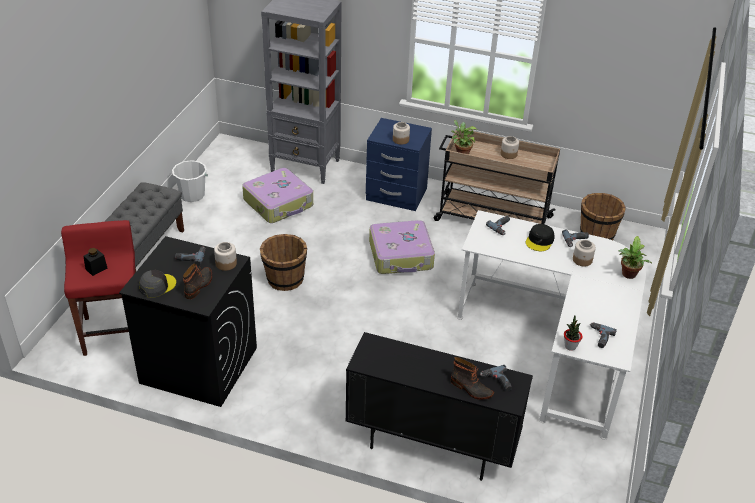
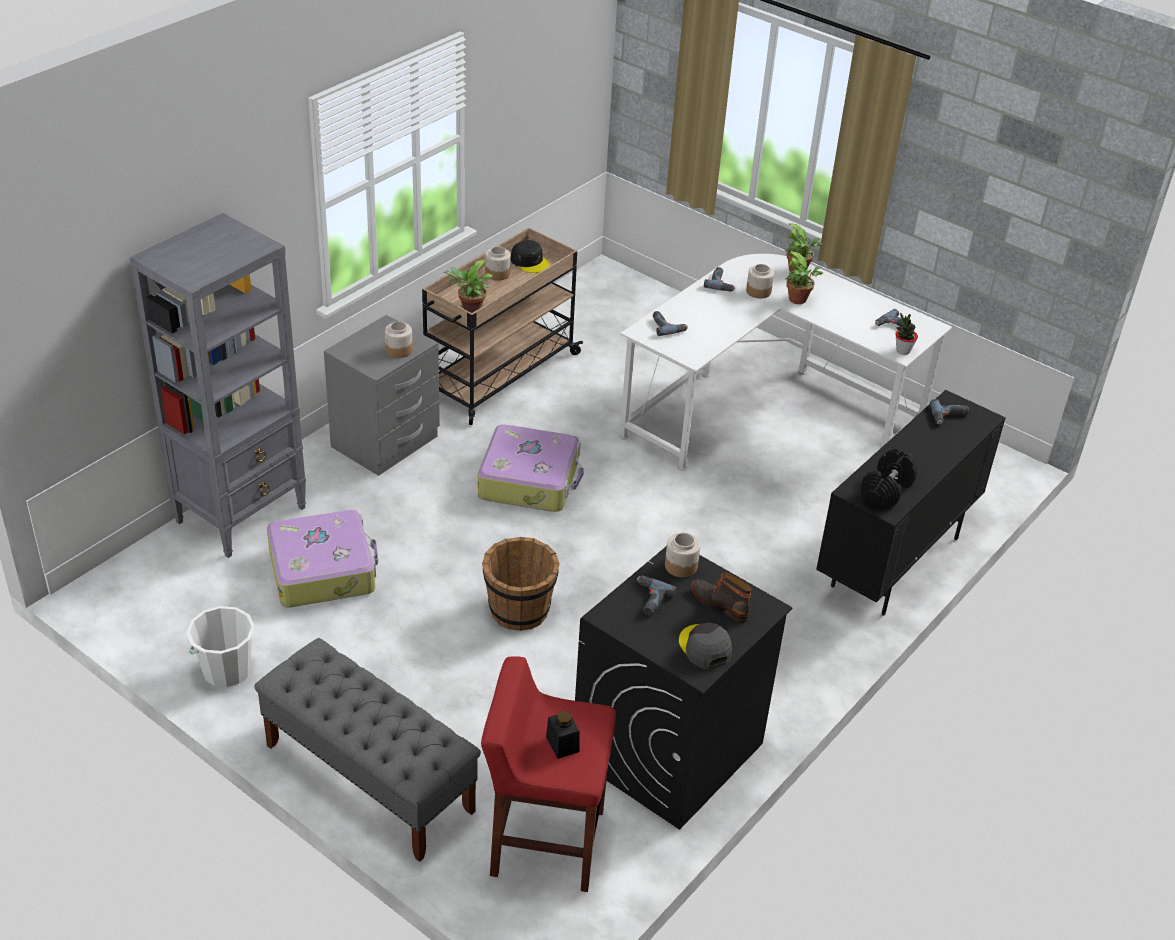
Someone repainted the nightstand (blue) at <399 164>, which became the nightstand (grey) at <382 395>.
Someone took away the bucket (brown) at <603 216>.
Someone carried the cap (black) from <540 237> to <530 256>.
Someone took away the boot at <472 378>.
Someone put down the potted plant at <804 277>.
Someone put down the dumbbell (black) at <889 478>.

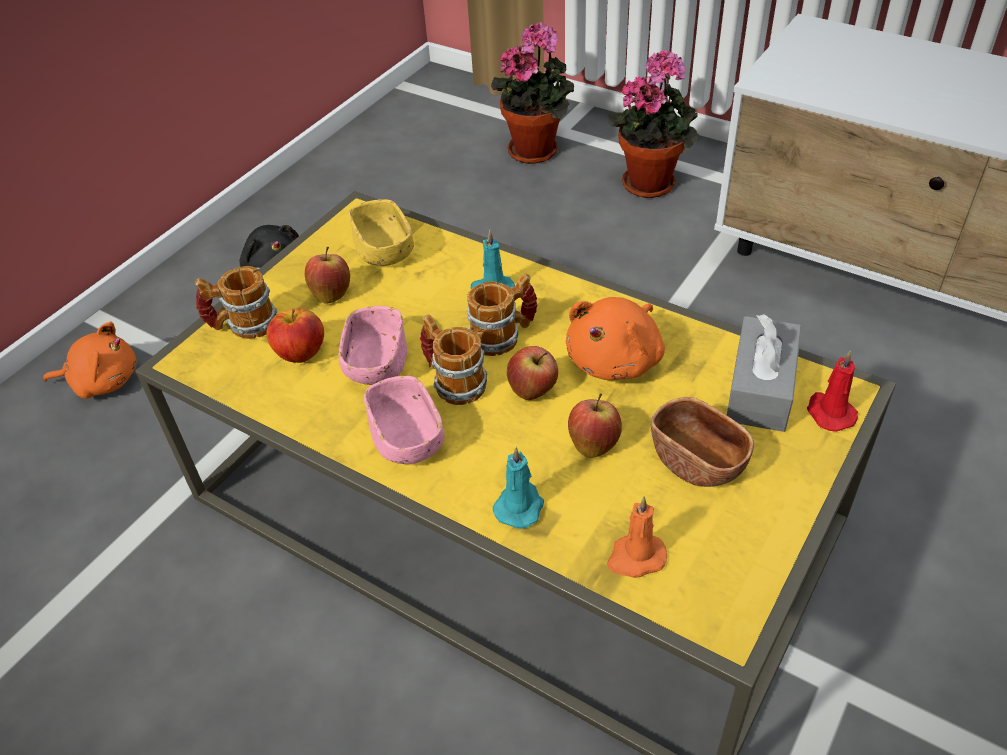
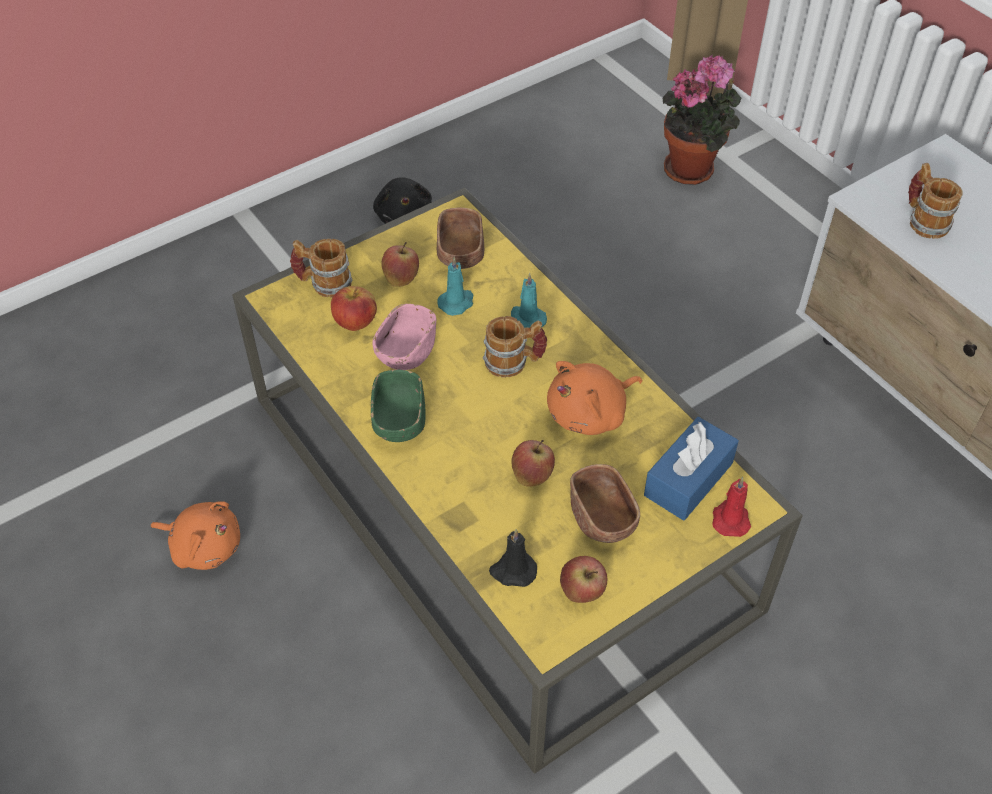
Someone took away the potted plant at <653 123>.
Someone repainted the bowl (yellow) at <381 232>, which became the bowl (brown) at <460 238>.
Someone repainted the tissue box (grey) at <764 373>, which became the tissue box (blue) at <691 469>.
Someone carried the mug from <453 360> to <935 201>.
Someone carried the plush toy (orange) from <90 360> to <195 535>.
Someone carried the apple from <532 373> to <583 579>.
Someone repainted the bowl (pink) at <404 420>, which became the bowl (green) at <398 406>.
Someone carried the candle (turquoise) from <518 488> to <455 286>.
Someone repainted the candle (orange) at <637 537>, which became the candle (black) at <513 558>.

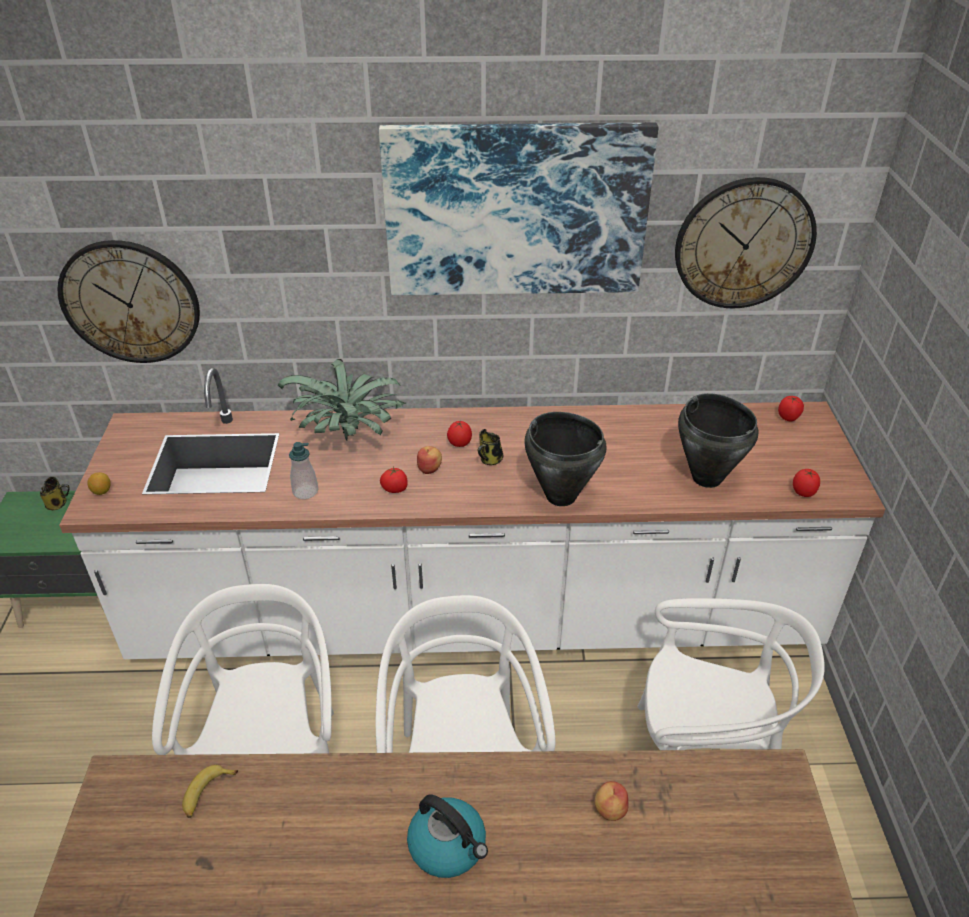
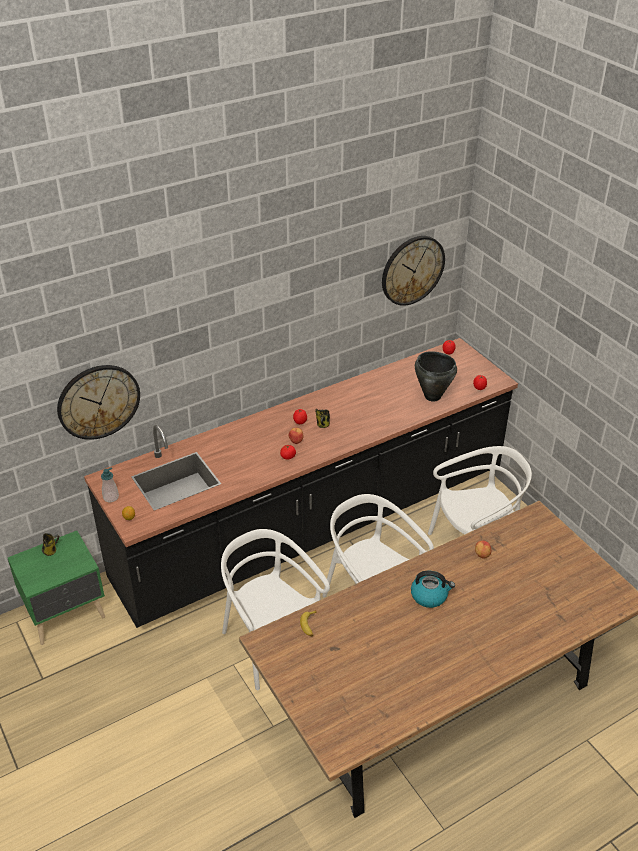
Someone took away the picture at <518 209>.
Someone took away the potted plant at <342 399>.
Someone repainted the counter (white) at <472 513>, which became the counter (black) at <301 483>.
Someone took away the cooking pot (black) at <565 459>.
Someone carried the soap dispenser from <303 470> to <110 484>.

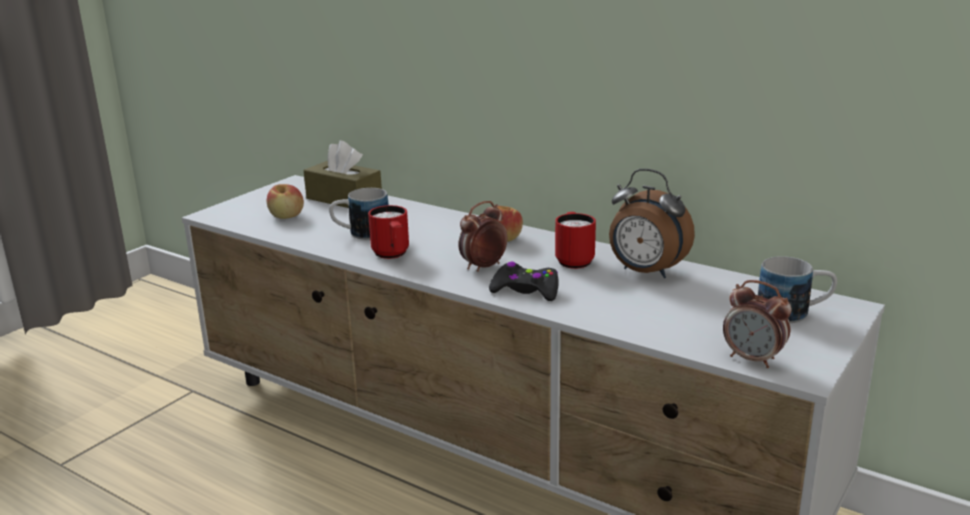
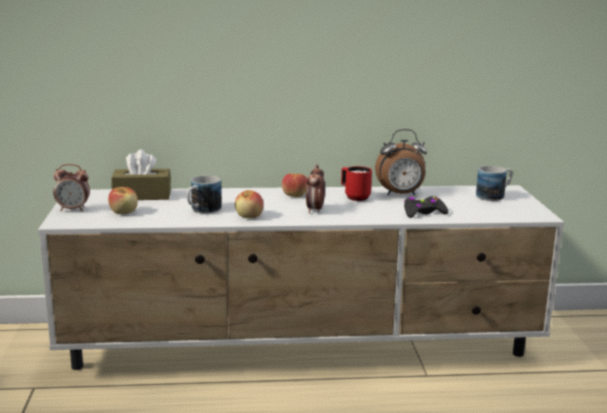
Someone swapped the mug (red) at <388 232> for the apple at <249 204>.
Someone carried the game controller (black) from <524 281> to <426 207>.
Someone carried the alarm clock from <757 324> to <71 187>.

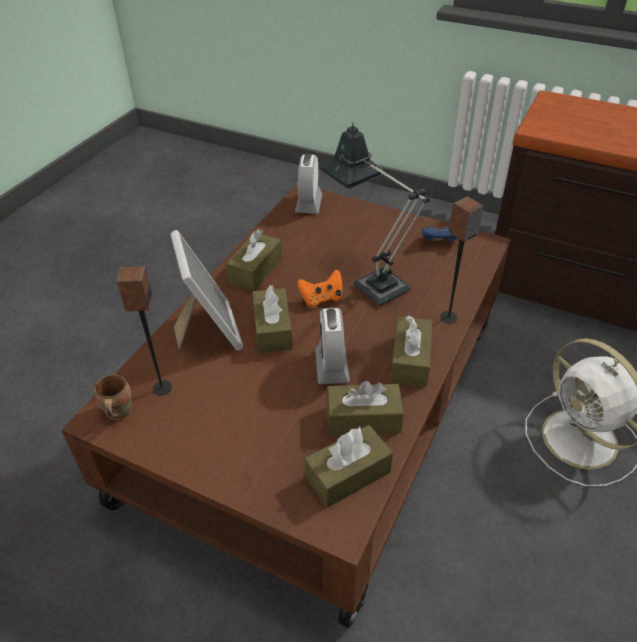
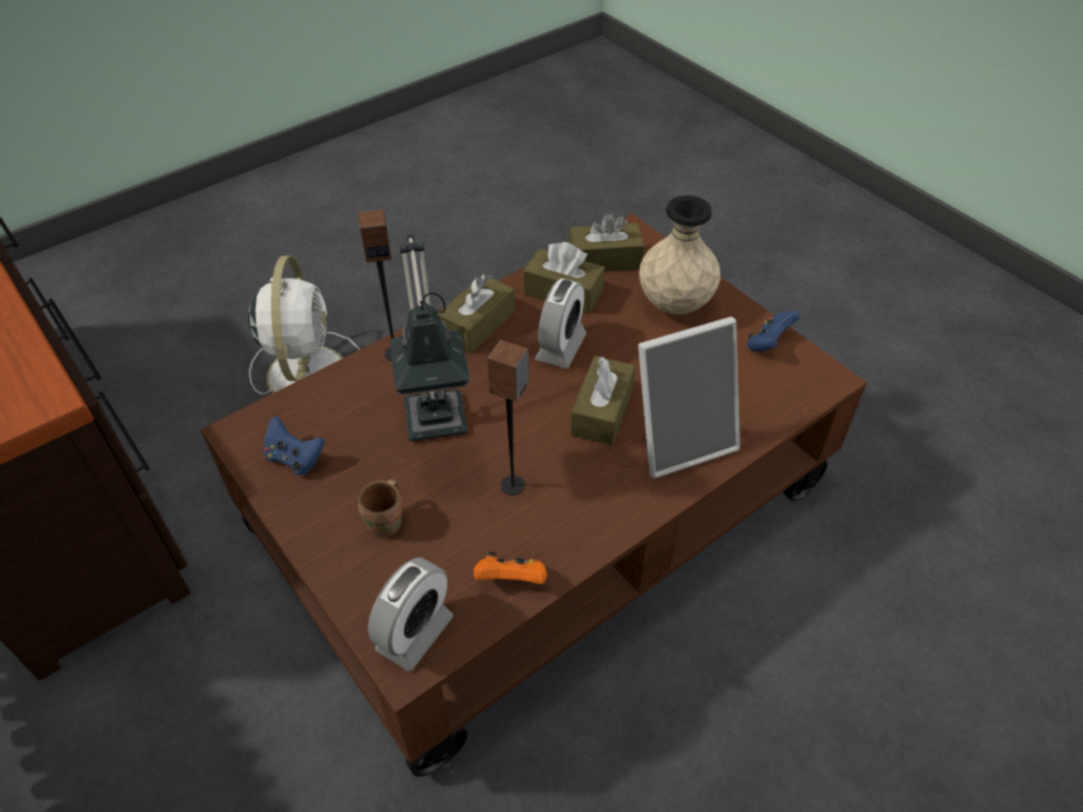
Someone took away the tissue box (brown) at <254 260>.
Someone rotated the picture frame at <206 290> by 120 degrees counterclockwise.
Someone carried the speaker from <144 331> to <508 417>.
Someone carried the game controller (orange) from <320 288> to <510 568>.
Someone carried the mug (brown) from <113 397> to <380 508>.
Someone put down the vase (beige) at <679 255>.
Someone put down the game controller (blue) at <773 331>.

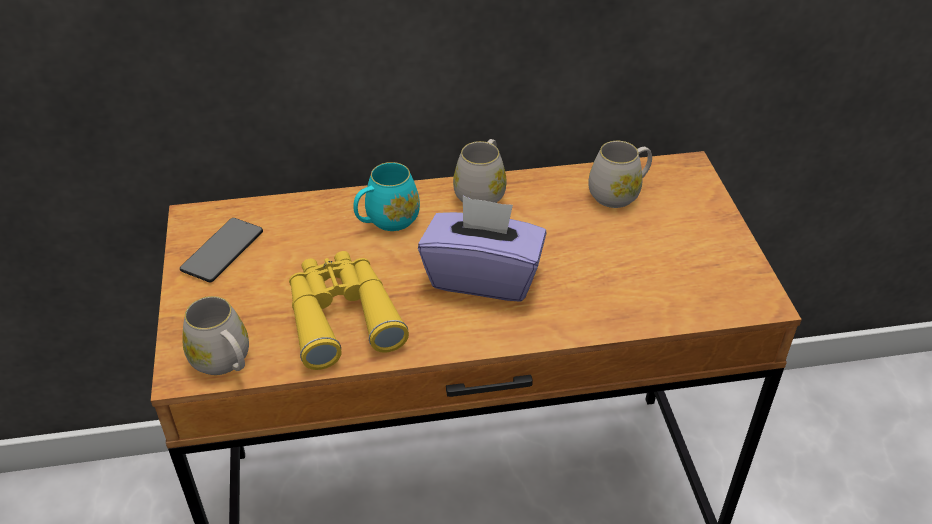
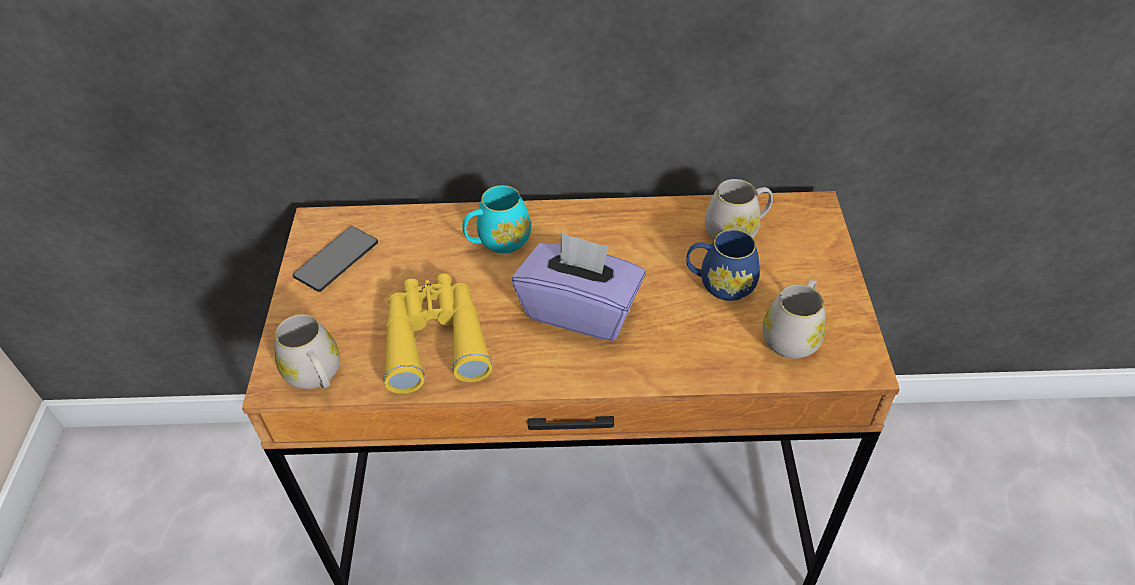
Someone carried the mug (white) from <479 171> to <794 319>.
Someone put down the mug (blue) at <723 265>.

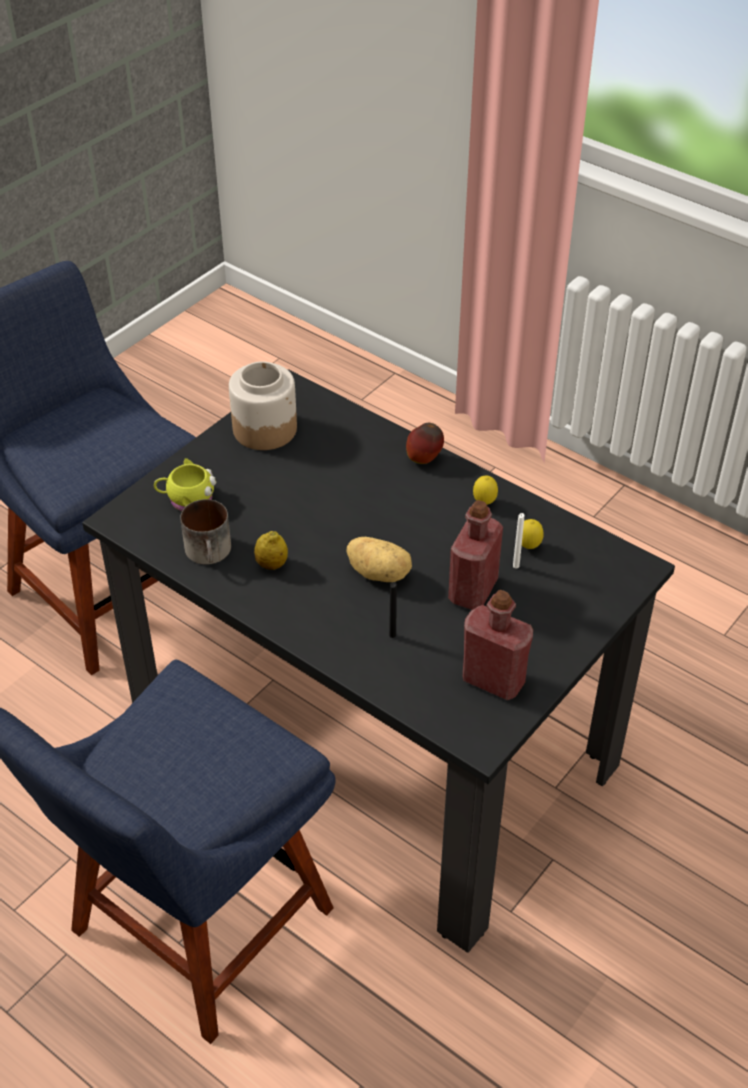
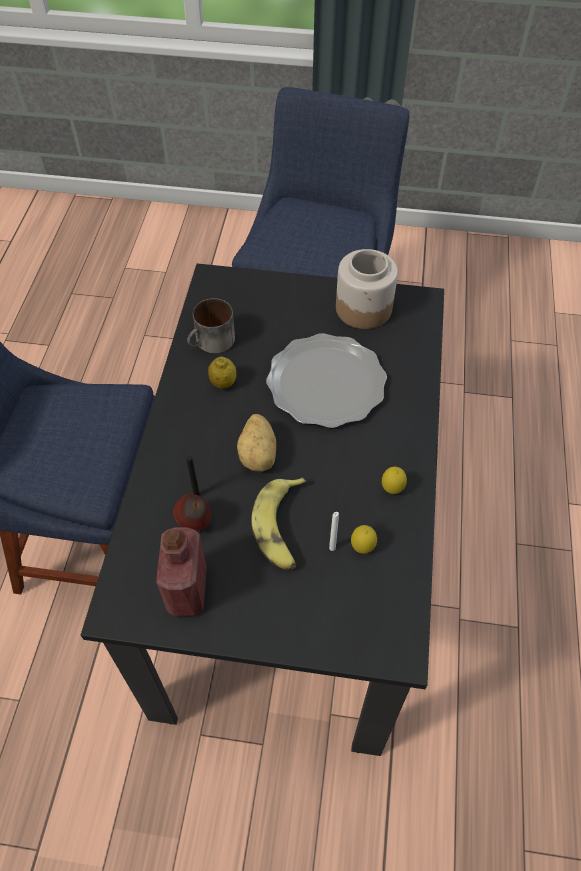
Someone carried the apple from <425 443> to <192 512>.
Someone took away the mug (yellow) at <185 484>.
Someone swapped the bottle (red) at <475 555> for the banana at <279 524>.
Someone put down the plate at <326 380>.

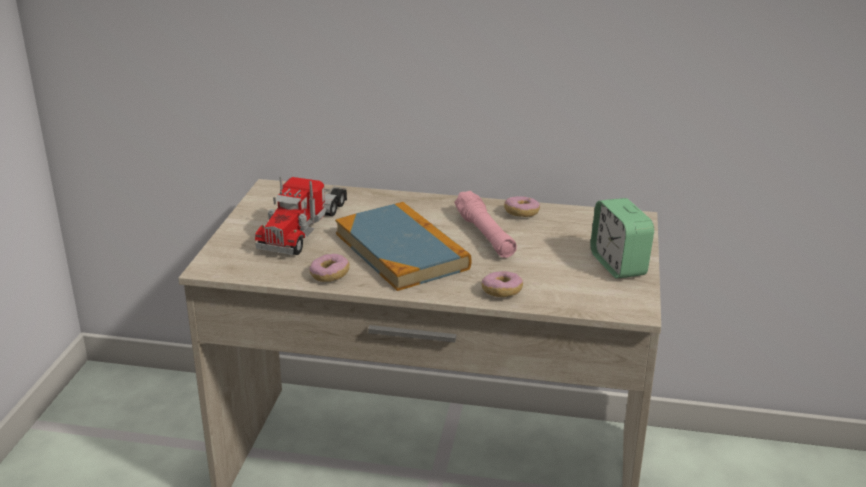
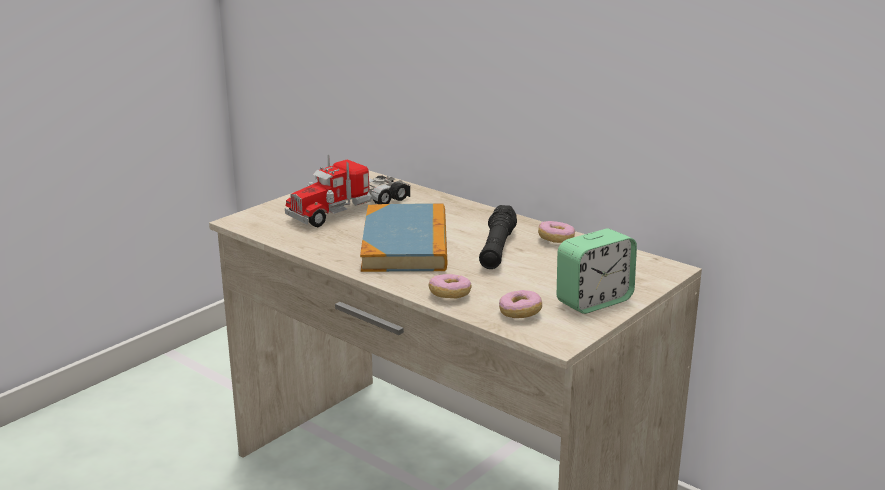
Someone repainted the flashlight (pink) at <486 224>, which became the flashlight (black) at <498 237>.
Someone rotated the alarm clock at <622 238> by 135 degrees counterclockwise.
Someone carried the donut from <329 268> to <520 304>.

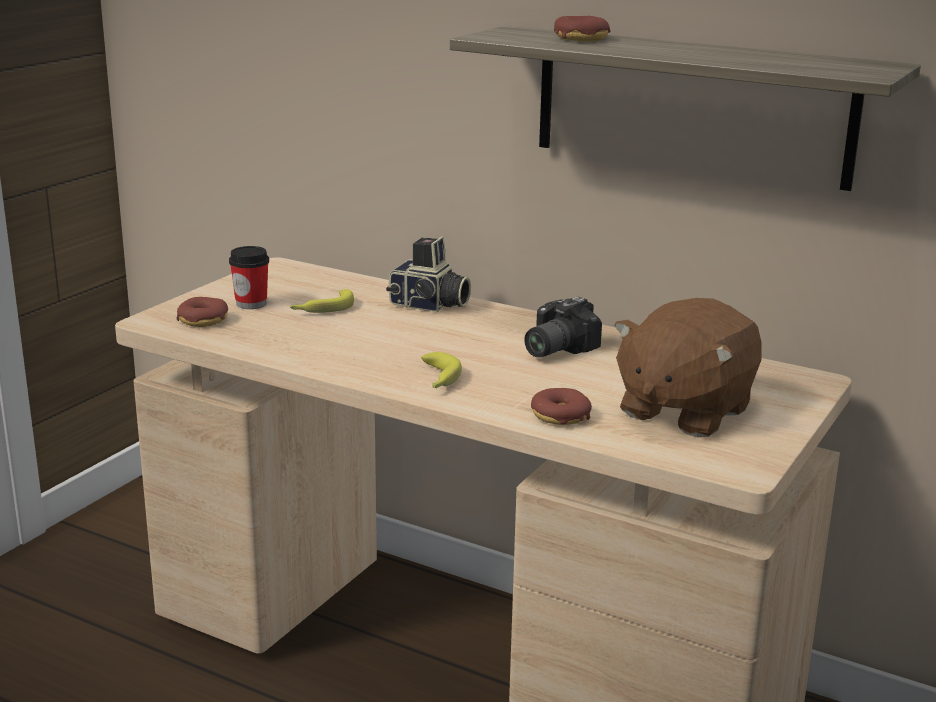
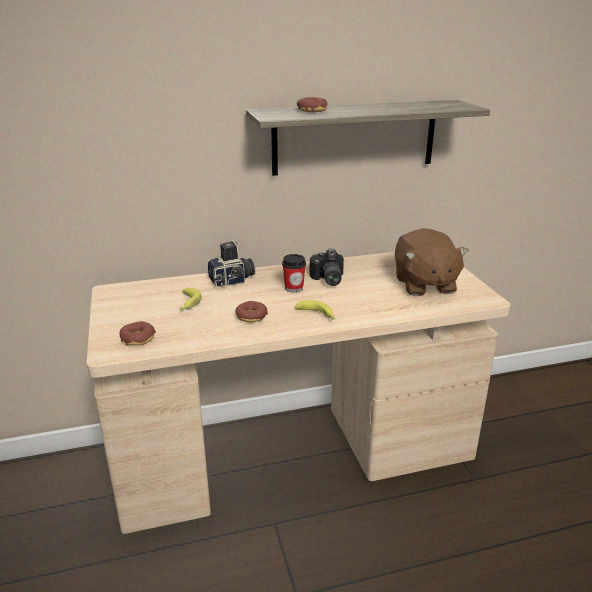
Someone carried the cup from <249 277> to <294 273>.
Someone carried the donut from <561 406> to <251 312>.

